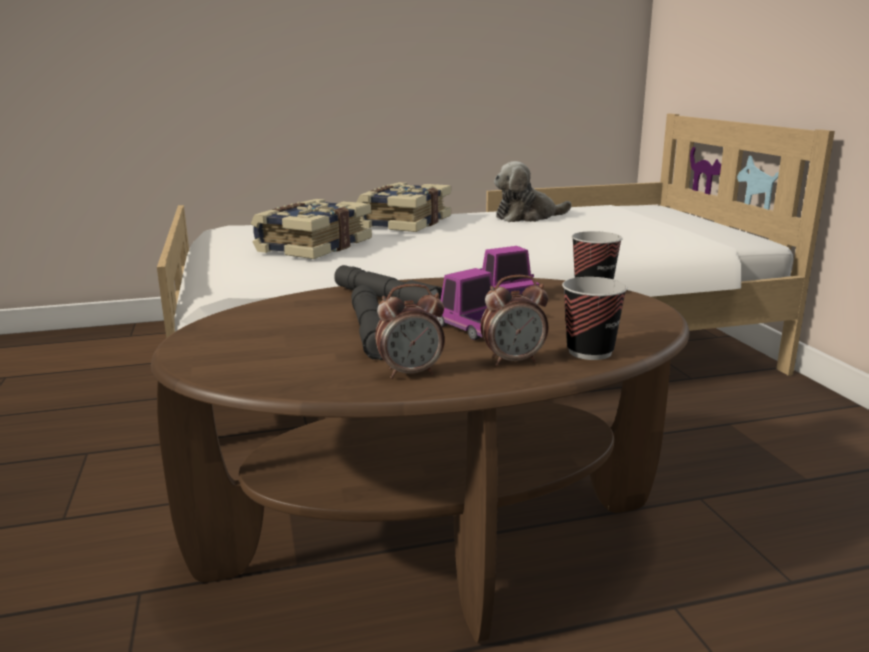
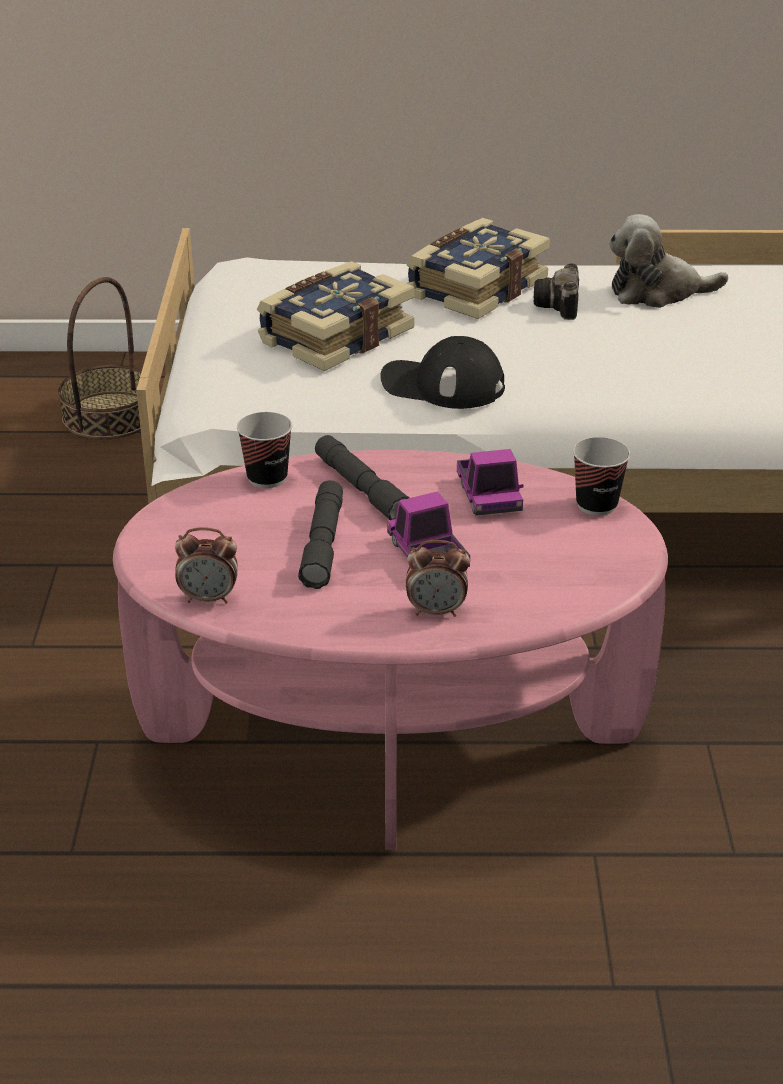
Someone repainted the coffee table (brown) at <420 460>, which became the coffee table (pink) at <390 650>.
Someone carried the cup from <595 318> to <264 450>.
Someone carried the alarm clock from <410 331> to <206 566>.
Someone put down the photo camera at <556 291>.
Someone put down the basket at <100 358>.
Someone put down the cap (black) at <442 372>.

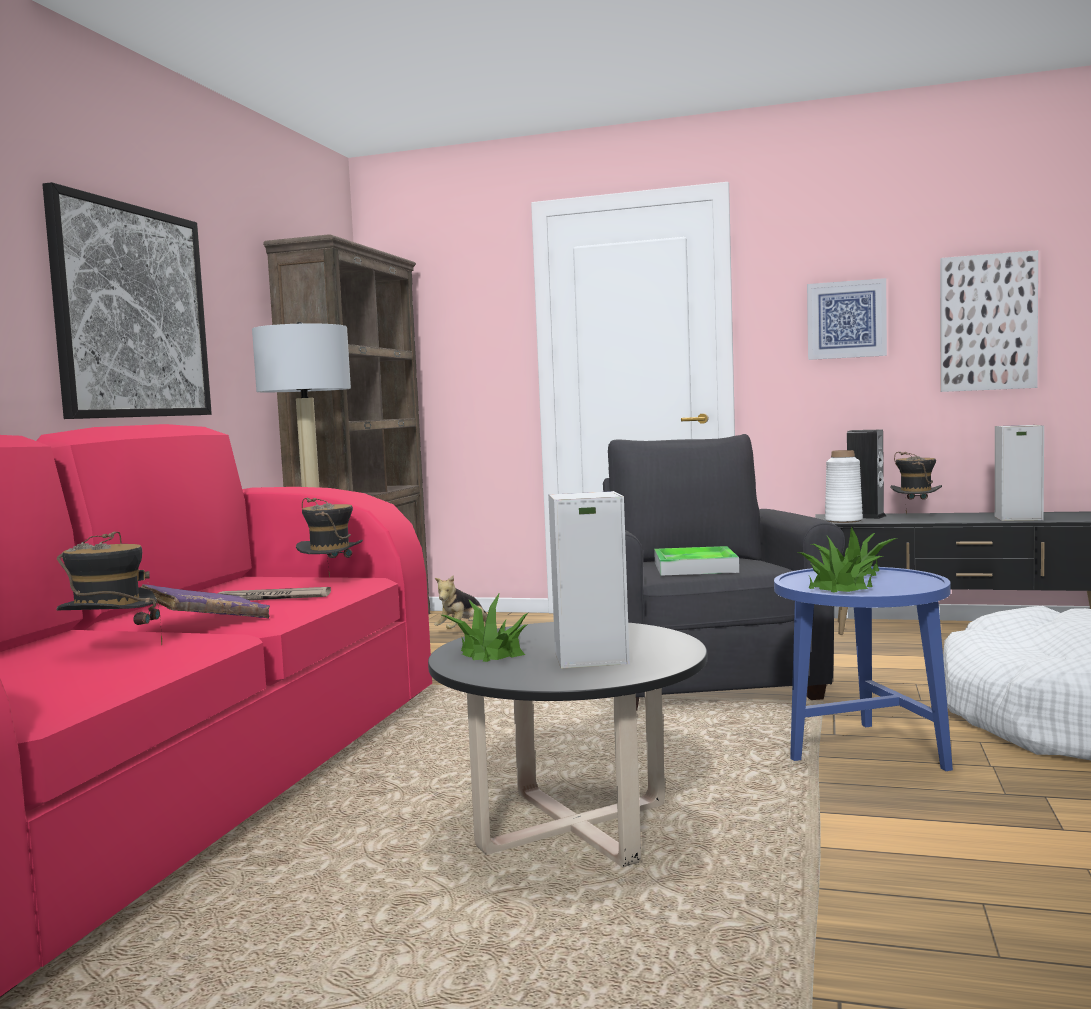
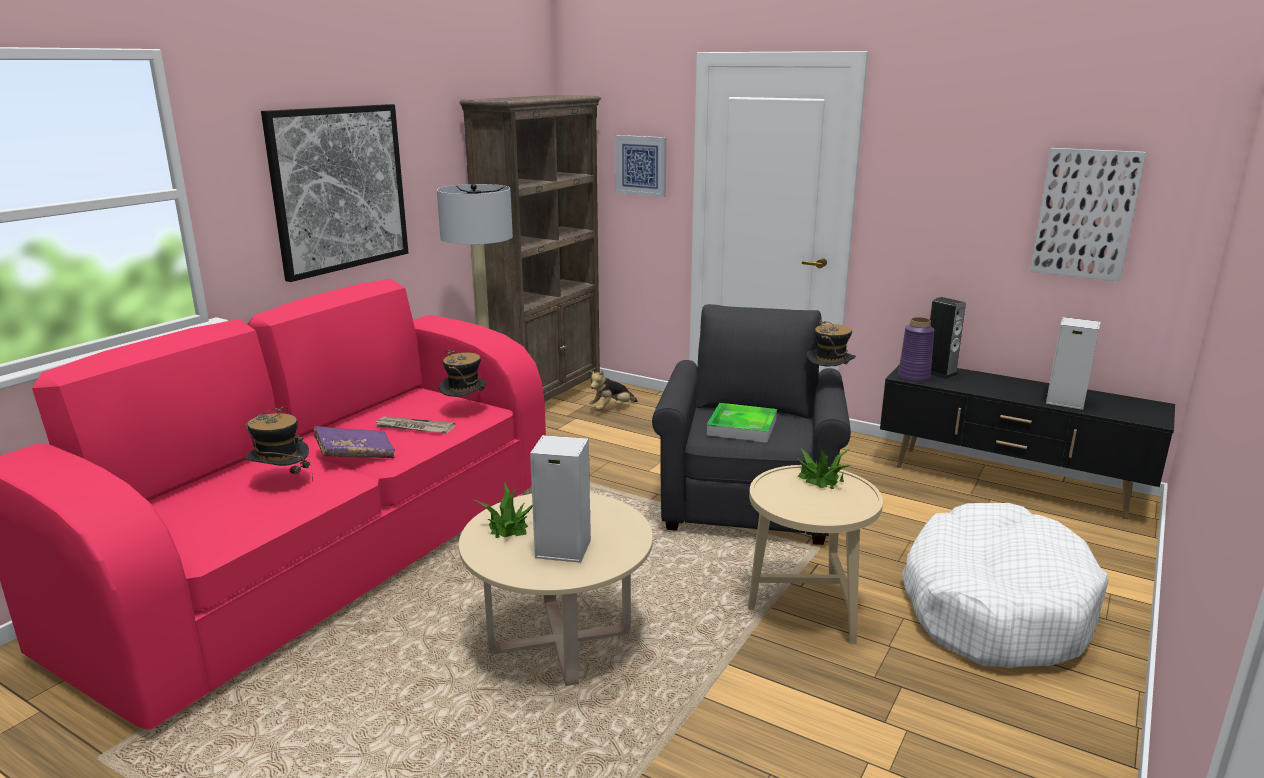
Someone carried the picture from <847 319> to <641 166>.
Someone repainted the vase (white) at <844 486>, which became the vase (purple) at <916 349>.
Someone carried the hat from <916 483> to <831 346>.
Someone took away the potted plant at <840 564>.
Someone repainted the side table (blue) at <863 669>, which became the side table (beige) at <815 554>.
Someone repainted the coffee table (black) at <567 744>, which became the coffee table (beige) at <556 589>.

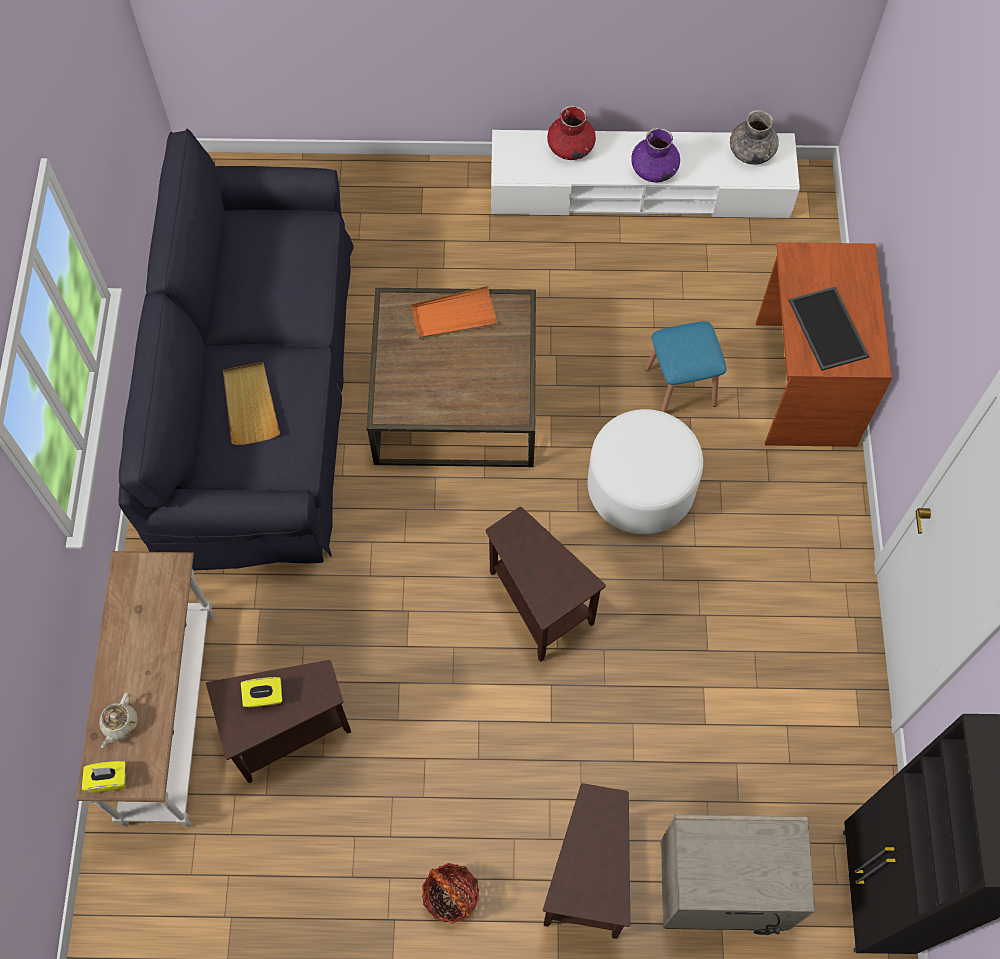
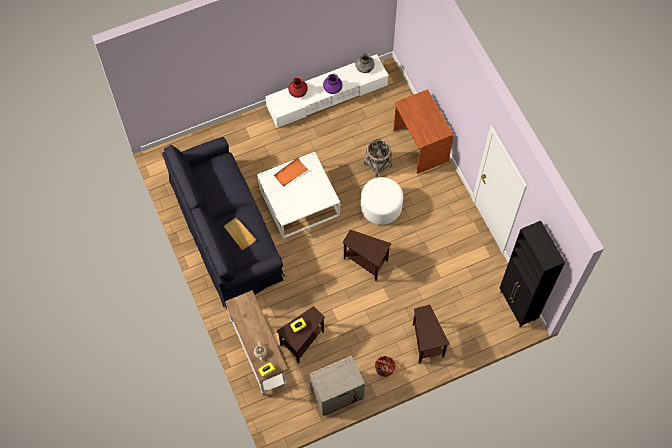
Someone took away the tray at <829 329>.
Someone repainted the coffee table (brown) at <451 377>, which became the coffee table (white) at <298 195>.
Someone swapped the stool (blue) at <686 367> for the basket at <378 158>.
Someone carried the nightstand (beige) from <738 875> to <337 386>.

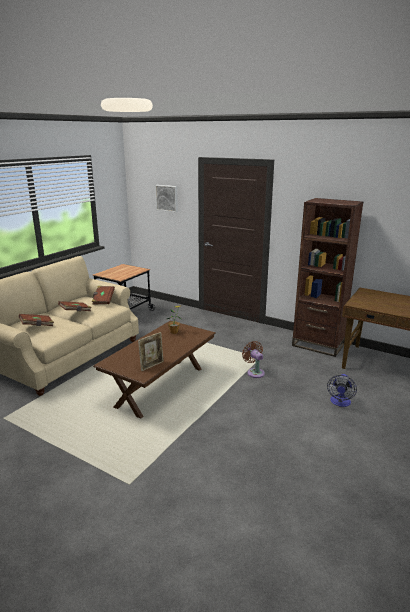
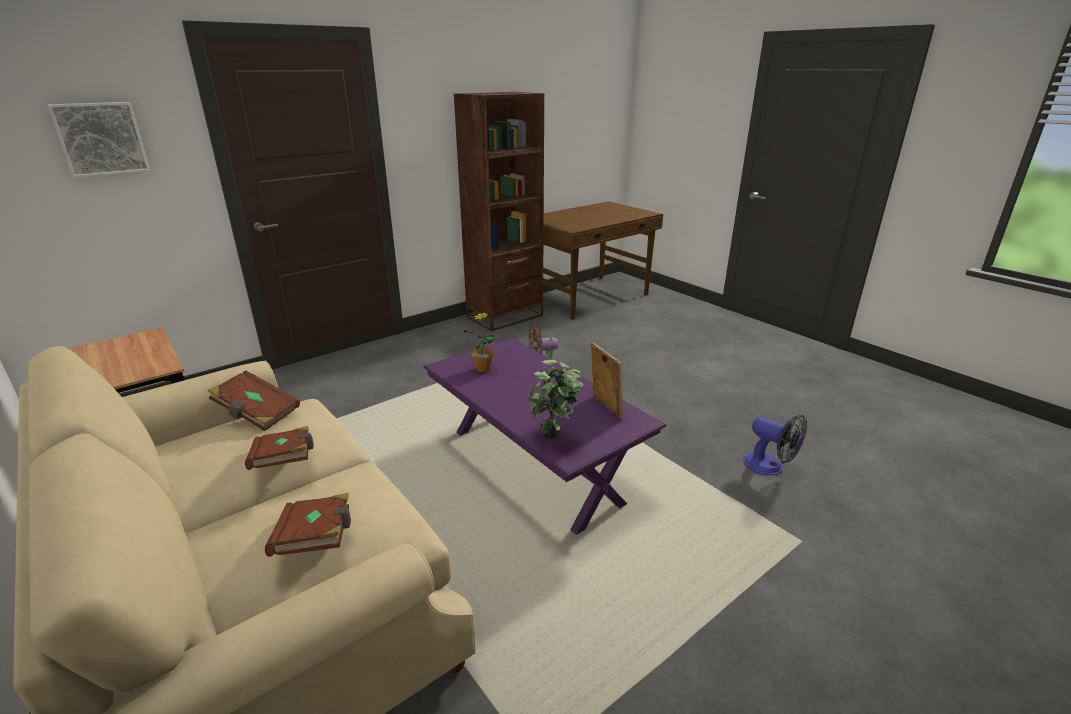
Someone repainted the coffee table (brown) at <154 370>, which became the coffee table (purple) at <544 436>.
Someone carried the fan from <342 390> to <775 445>.
Someone put down the potted plant at <555 399>.

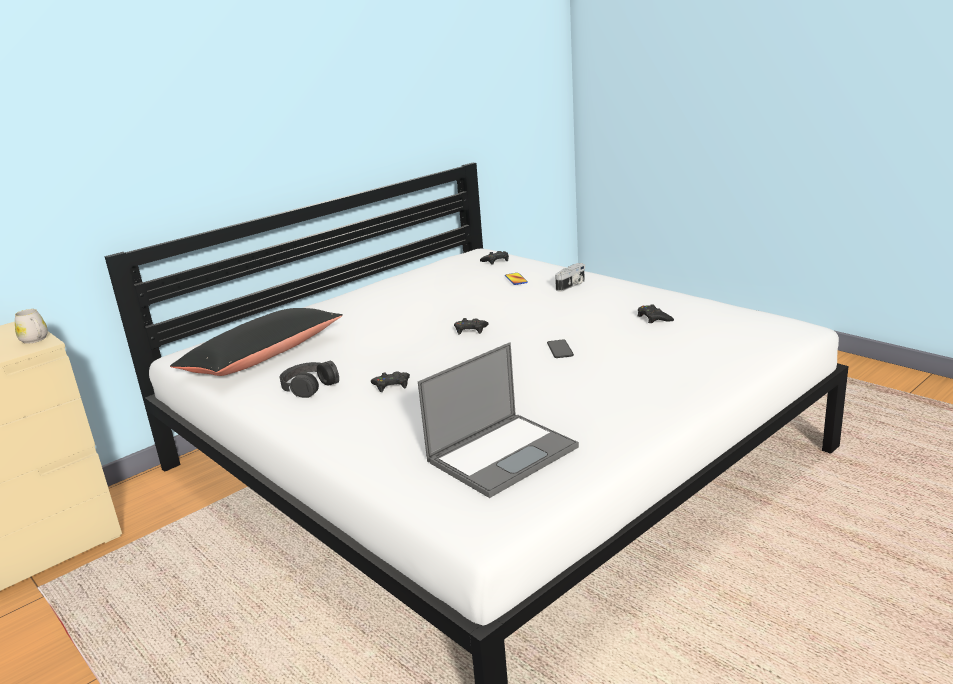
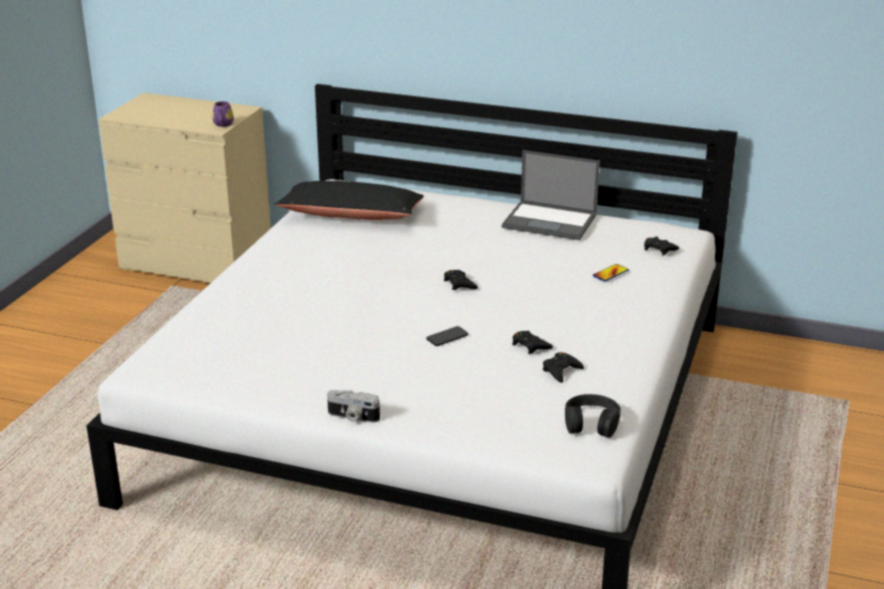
Someone carried the photo camera from <570 277> to <353 406>.
Someone repainted the mug (white) at <31 326>, which became the mug (purple) at <223 114>.
Someone carried the laptop from <498 420> to <551 195>.
Someone carried the headphones (black) from <309 379> to <593 416>.
Someone carried the game controller (black) from <390 381> to <532 342>.

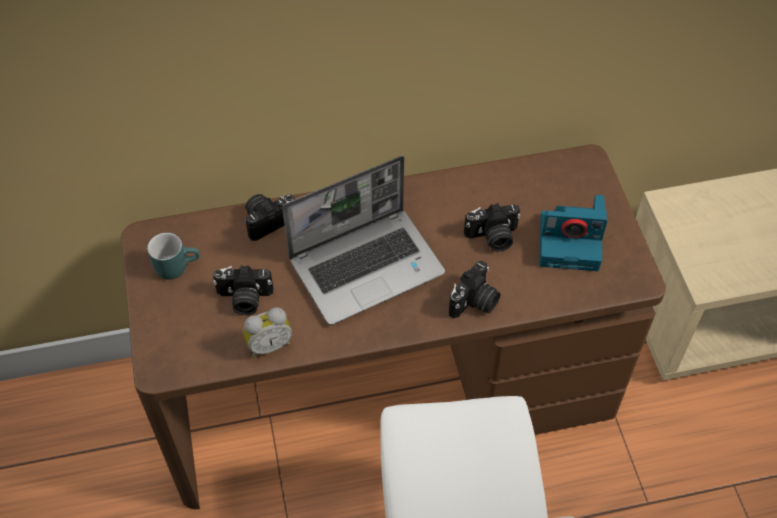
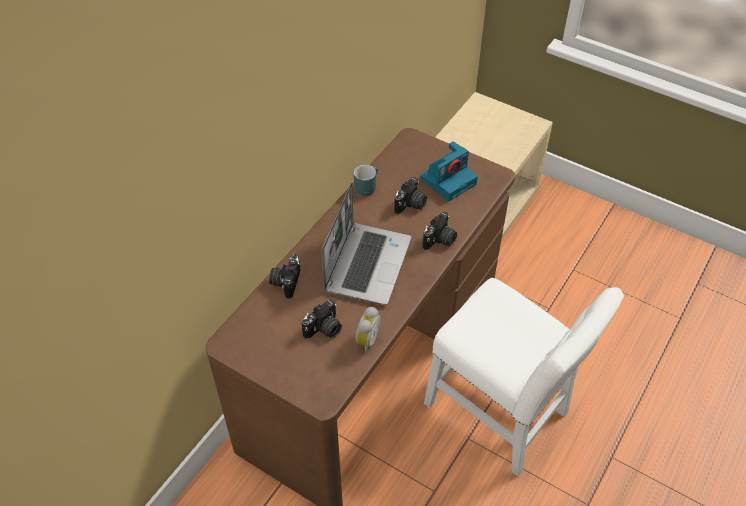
Someone carried the mug (turquoise) from <173 256> to <366 180>.
Someone rotated the photo camera at <475 289> by 45 degrees clockwise.

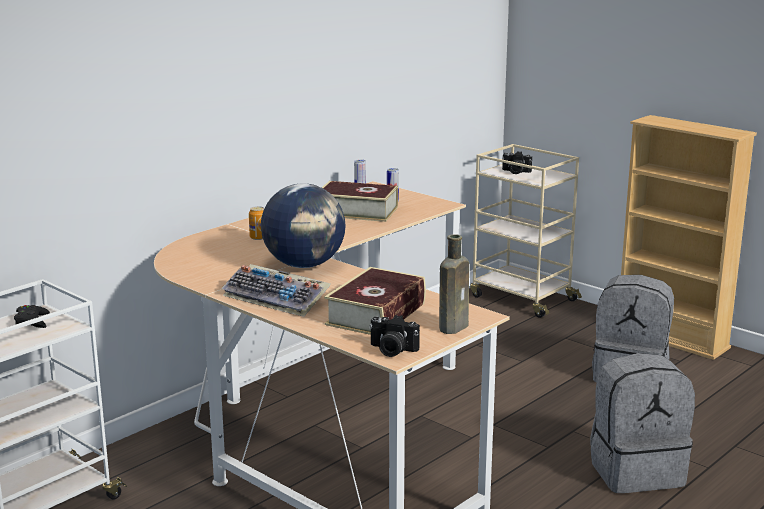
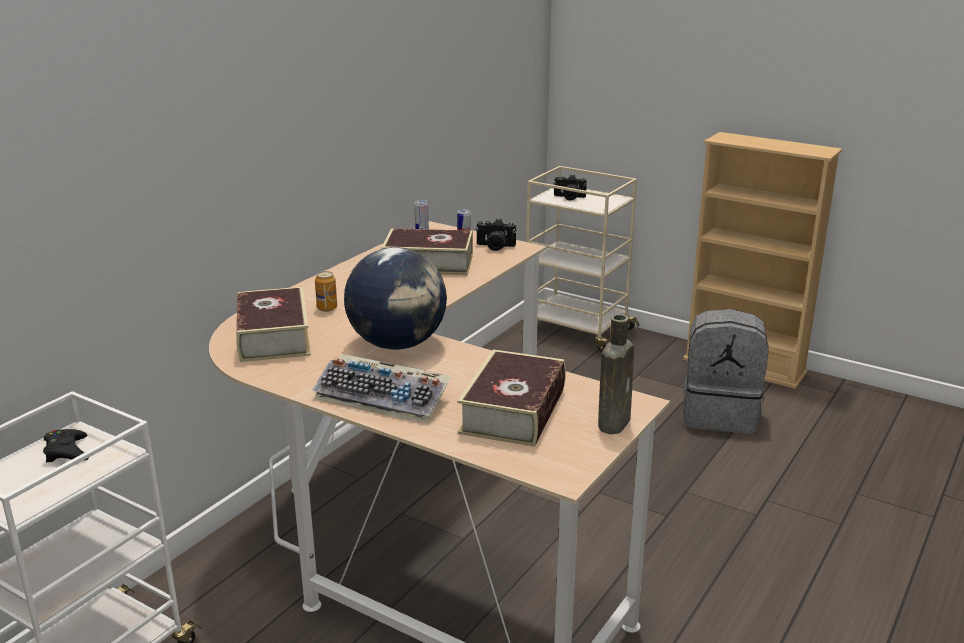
Someone carried the photo camera from <394 336> to <496 235>.
Someone took away the backpack (grey) at <642 423>.
Someone put down the book at <273 324>.

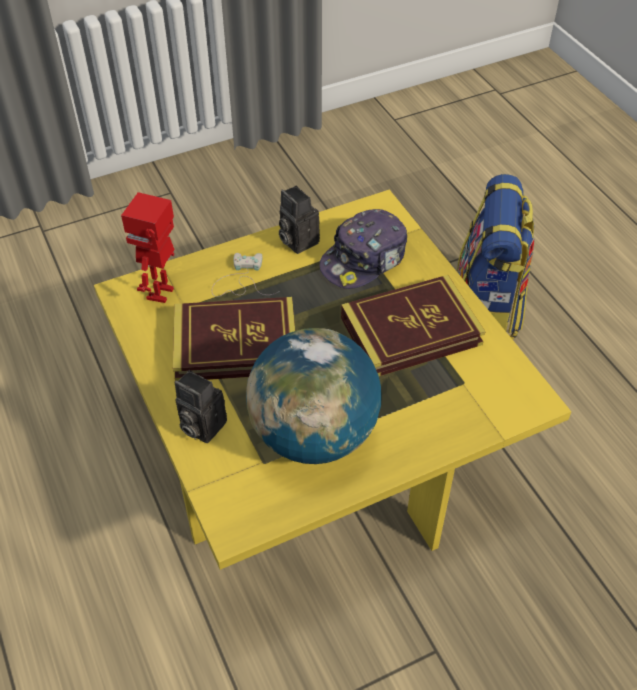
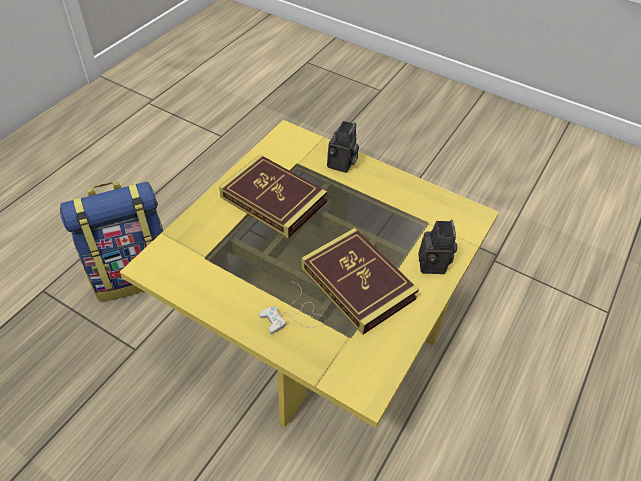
Someone carried the photo camera from <299 220> to <343 147>.
Someone took away the toy robot at <148 247>.
Someone took away the cap at <363 249>.
Someone took away the globe at <314 396>.

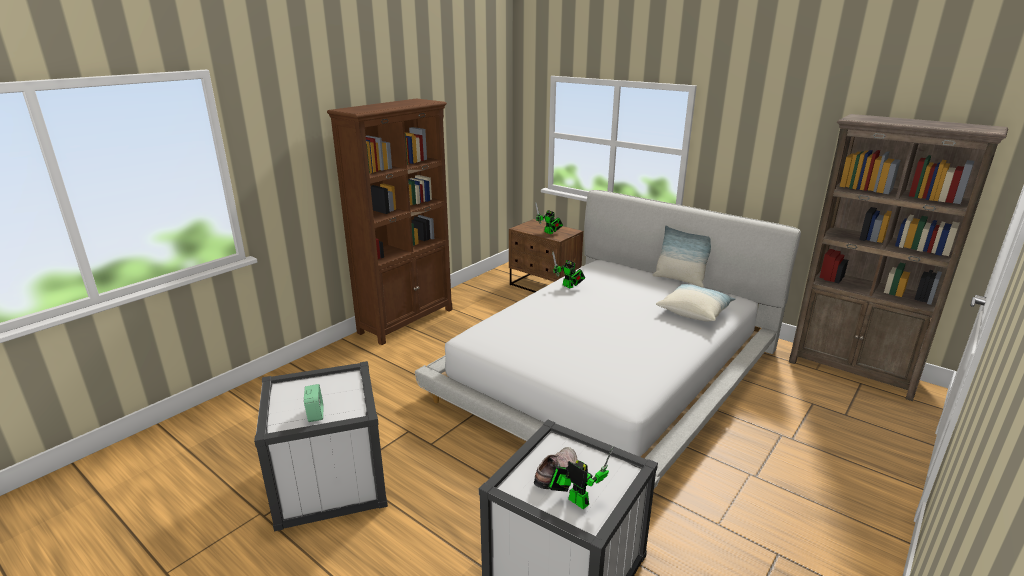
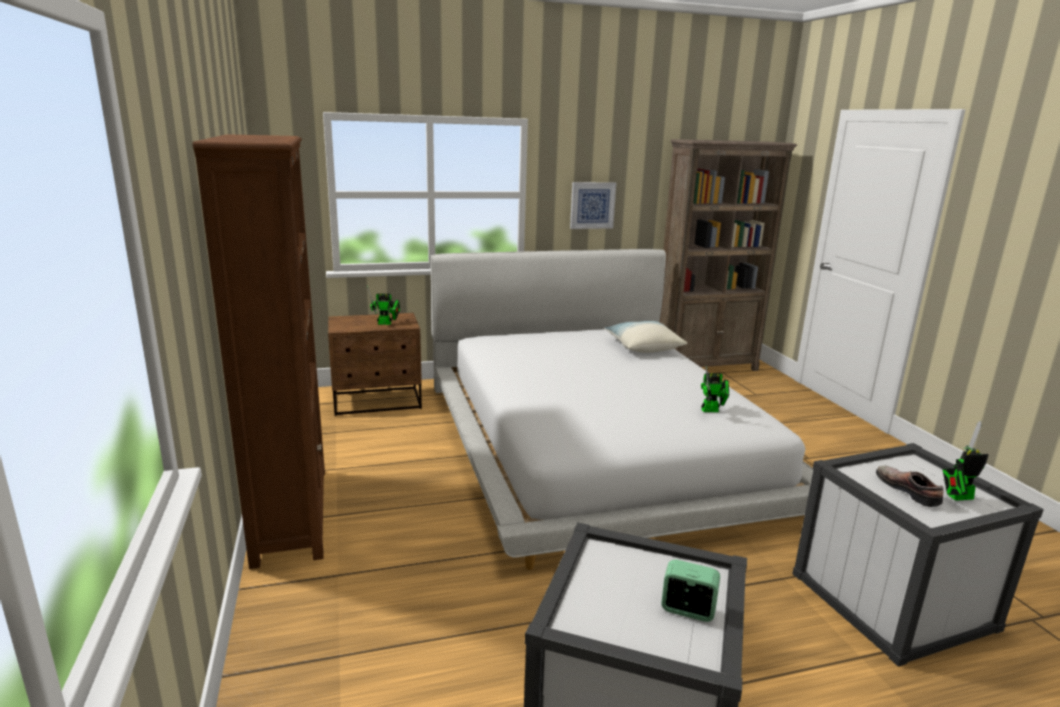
Someone took away the pillow at <682 256>.
Someone carried the toy robot from <568 270> to <715 388>.
Someone put up the picture at <593 205>.

